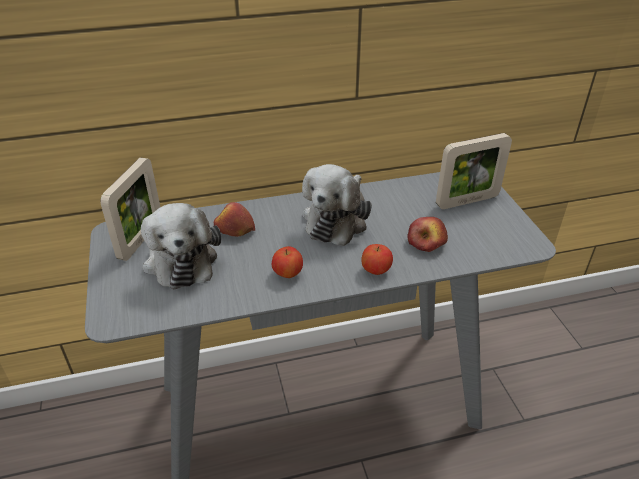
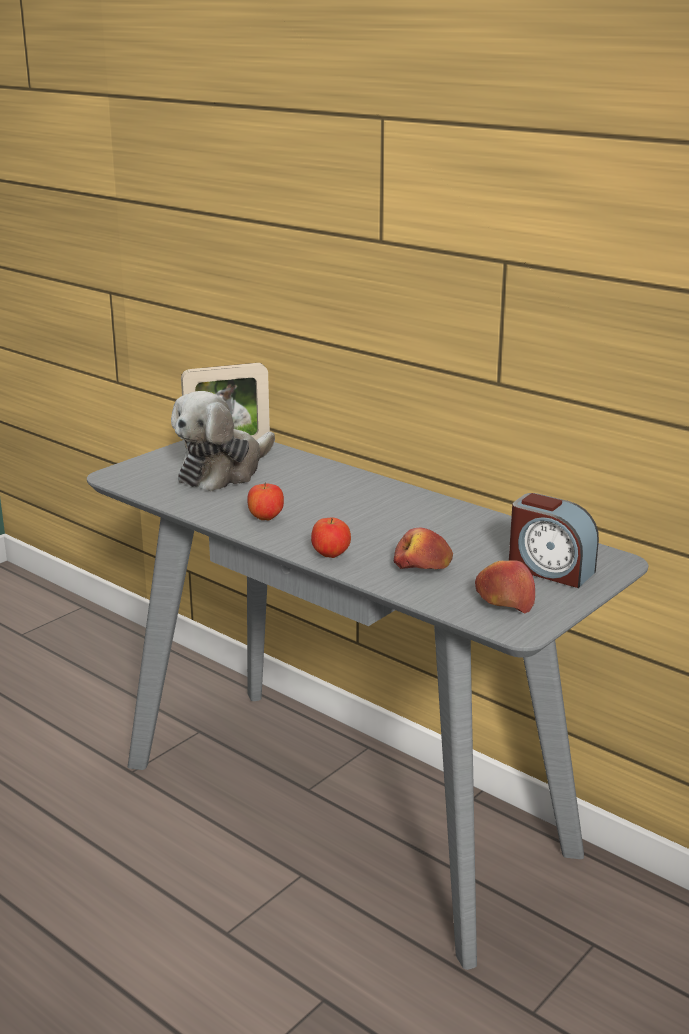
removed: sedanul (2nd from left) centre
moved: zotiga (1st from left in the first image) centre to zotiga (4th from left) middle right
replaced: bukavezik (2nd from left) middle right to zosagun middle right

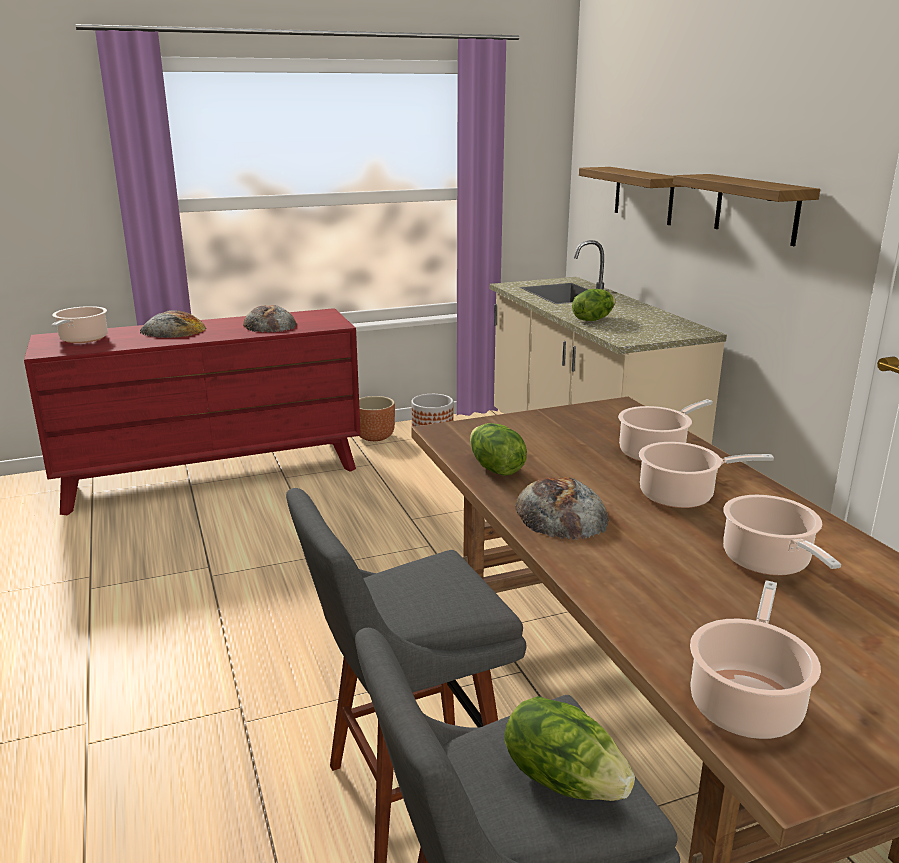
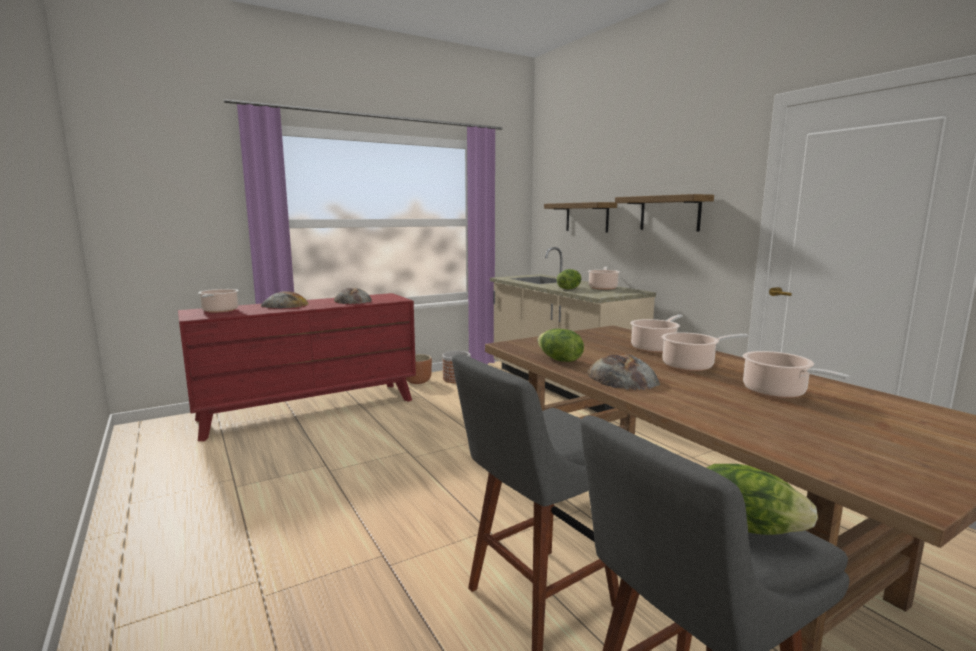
moved: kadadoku (4th from left in the first image) bottom right to kadadoku (2nd from left) centre

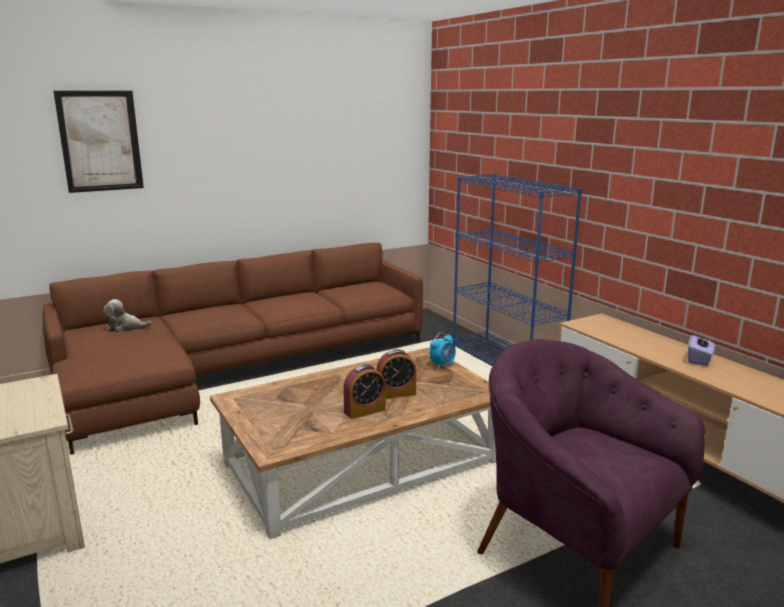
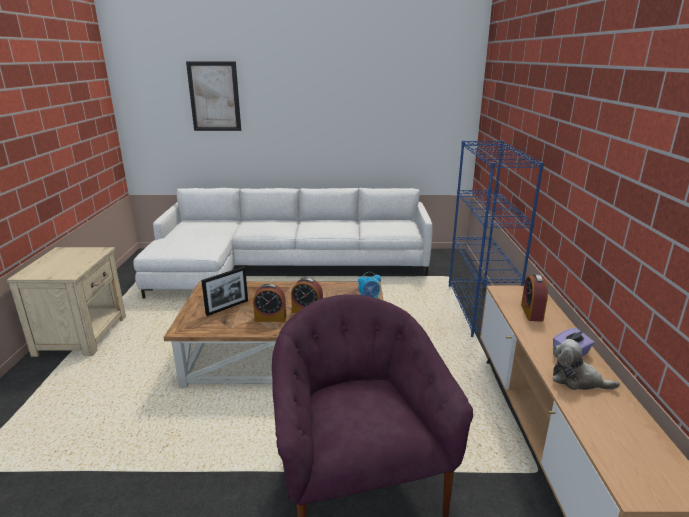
added: bukavezik middle left; zosagun (4th from left) middle right
moved: sedanul middle left to bottom right
recoloured: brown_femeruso middle left to white_femeruso centre

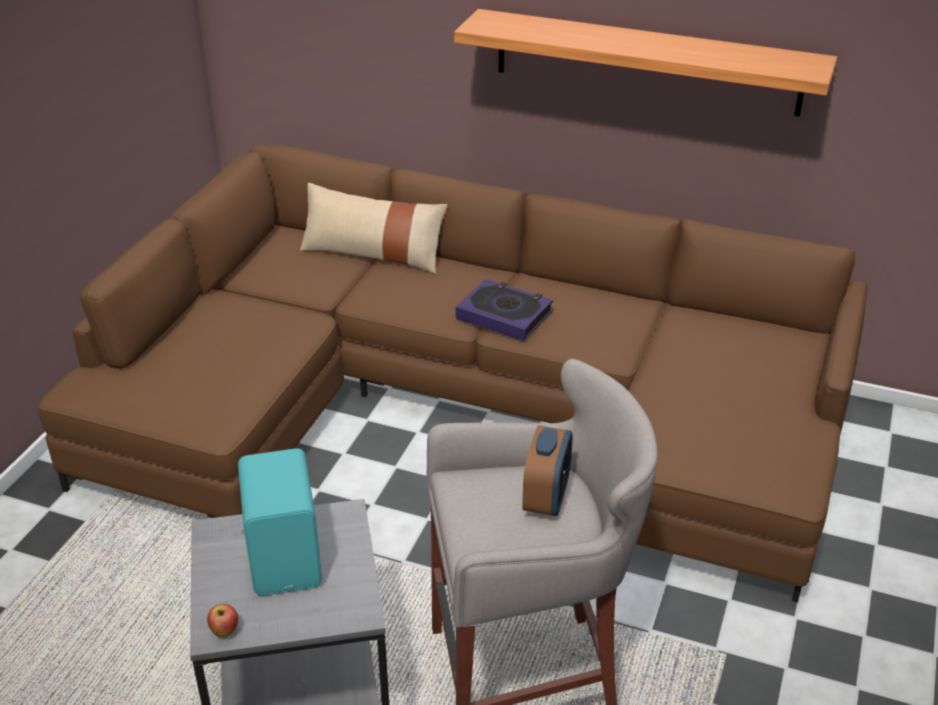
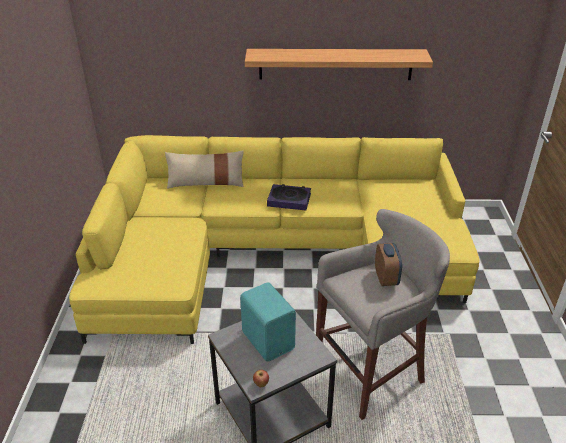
recoloured: brown_femeruso centre to yellow_femeruso centre

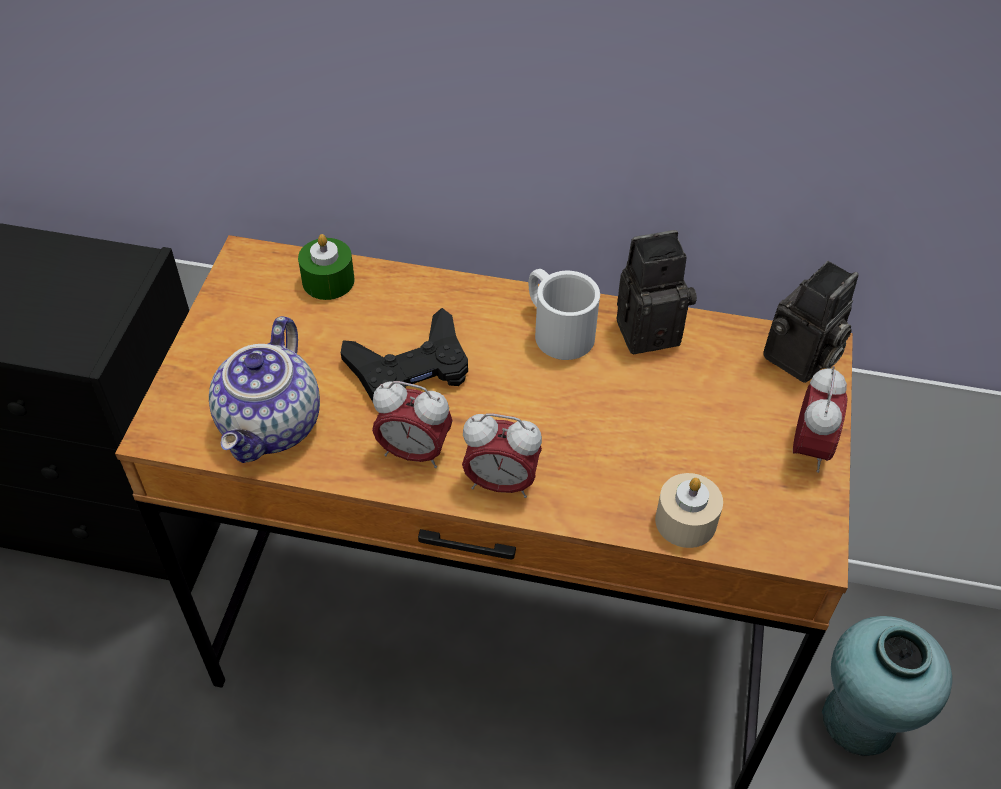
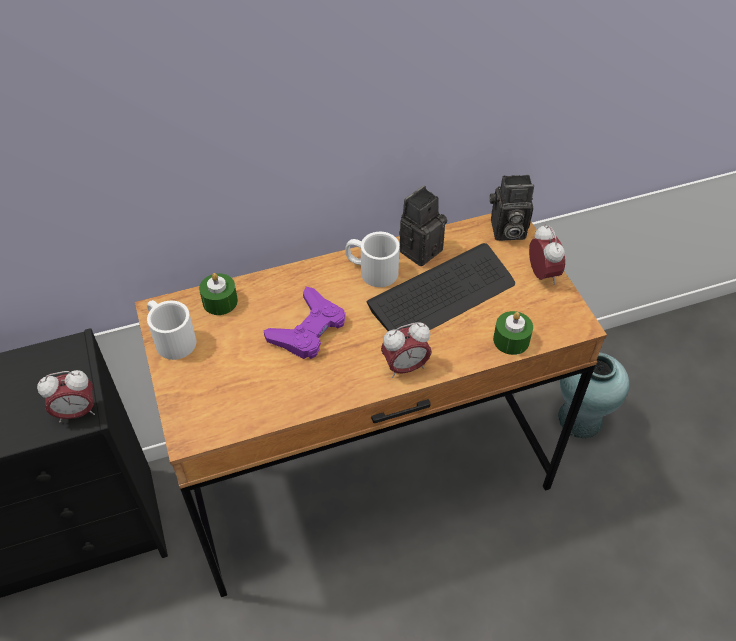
removed: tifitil middle left
added: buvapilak centre; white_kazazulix (1st from left) middle left
moved: zosagun (1st from left) centre to middle left
recoloured: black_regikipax centre to purple_regikipax centre; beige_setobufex middle right to green_setobufex (2nd from left) middle right
turned: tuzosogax (2nd from left) middle right = top right 75 degrees clockwise

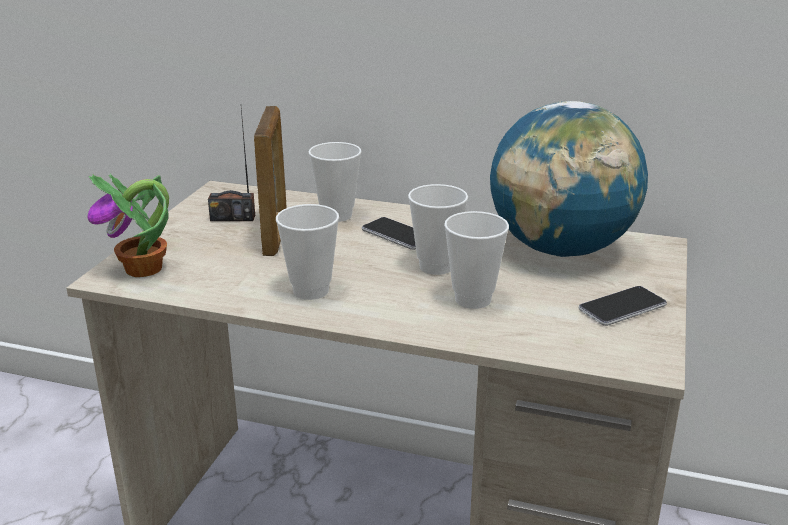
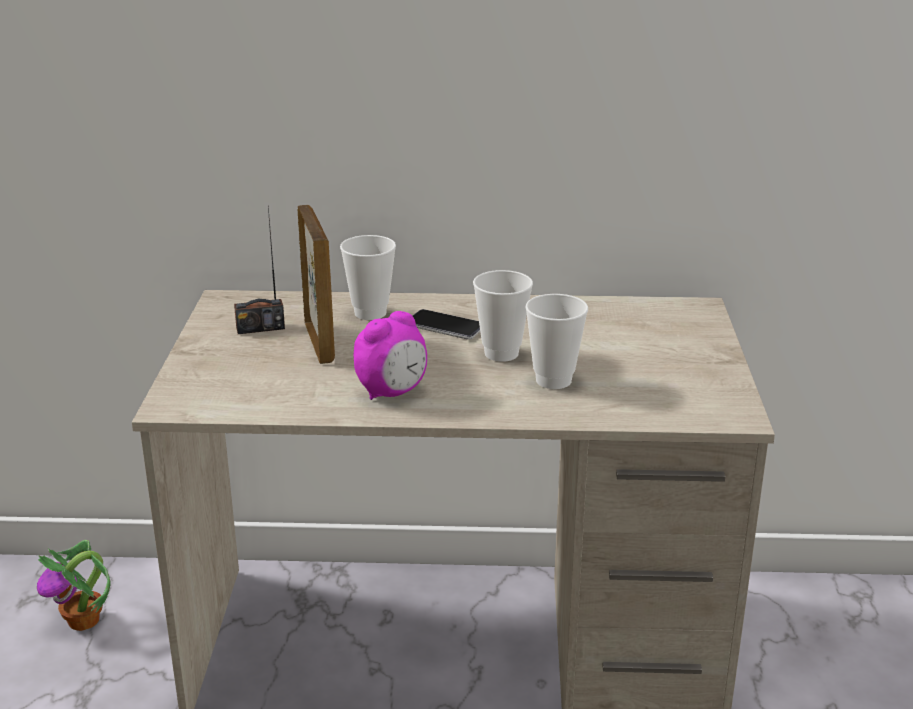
removed: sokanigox middle right; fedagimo (2nd from left) middle right
moved: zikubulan middle left to bottom left
replaced: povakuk (1st from left) centre to zosagun centre

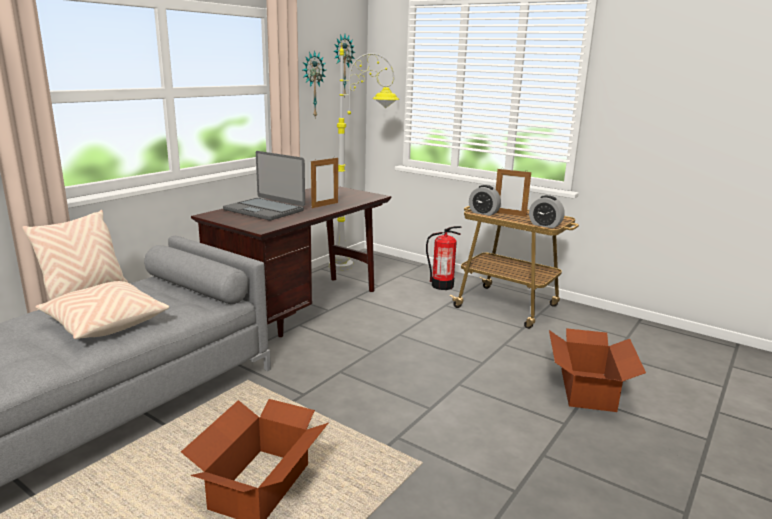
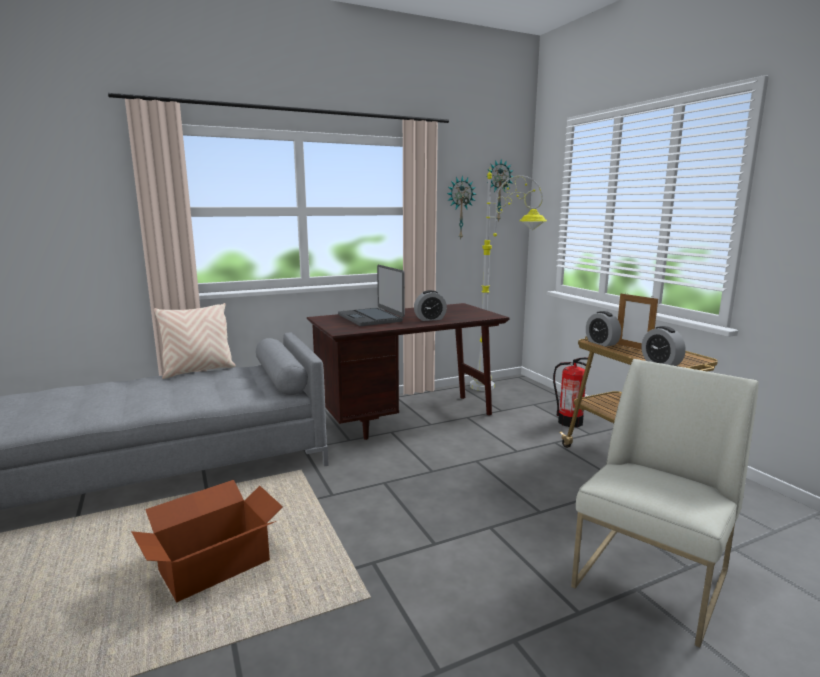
removed: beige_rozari (2nd from left) middle left
replaced: bukavezik (1st from left) centre to zosagun (1st from left) centre; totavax (2nd from left) bottom right to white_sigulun bottom right

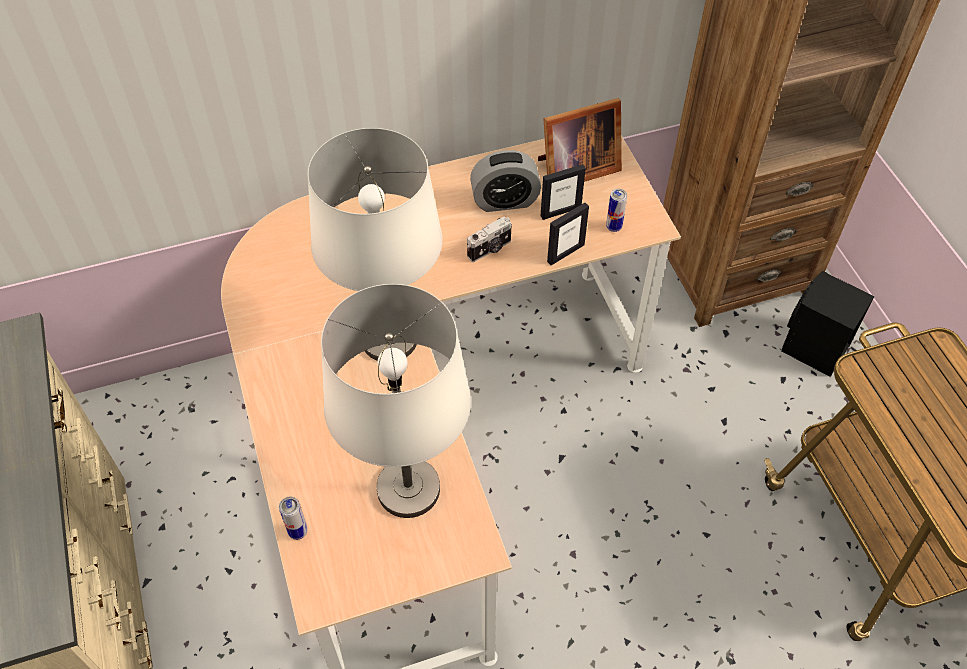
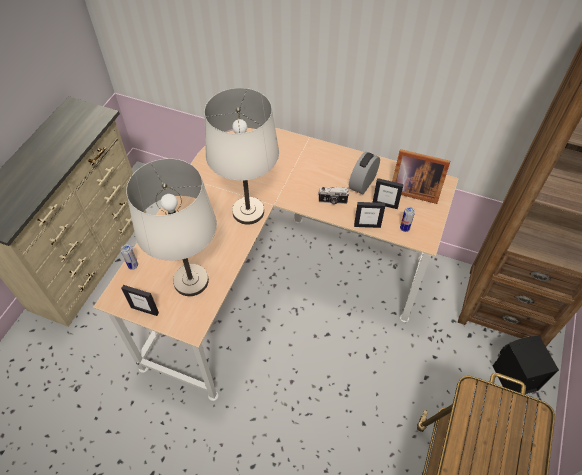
added: bukavezik (1st from left) middle left
turned: zosagun top centre = centre 90 degrees clockwise

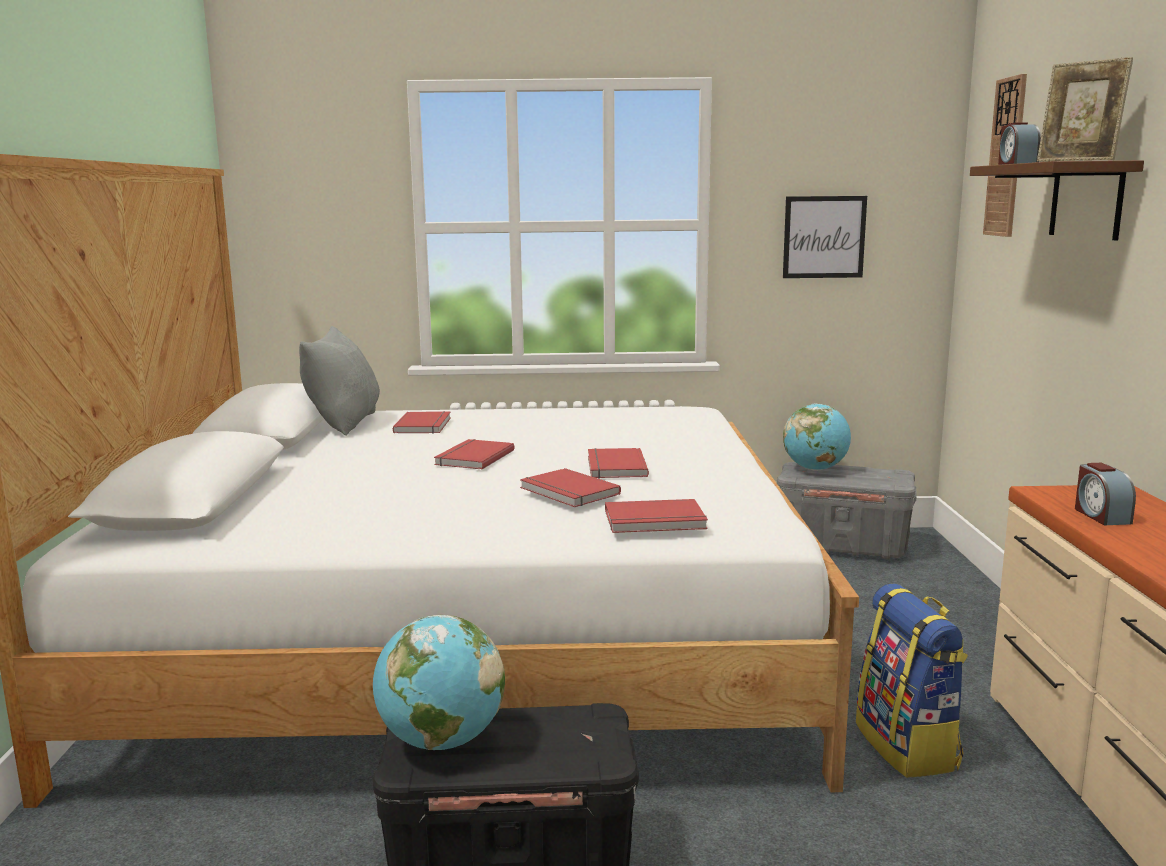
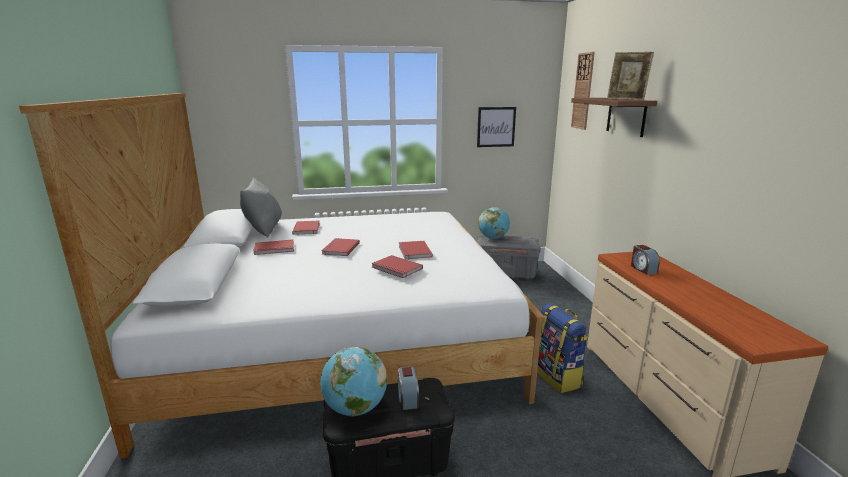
moved: zosagun (1st from left) top right to bottom centre; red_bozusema (5th from left in the first image) centre to red_bozusema (1st from left) middle left

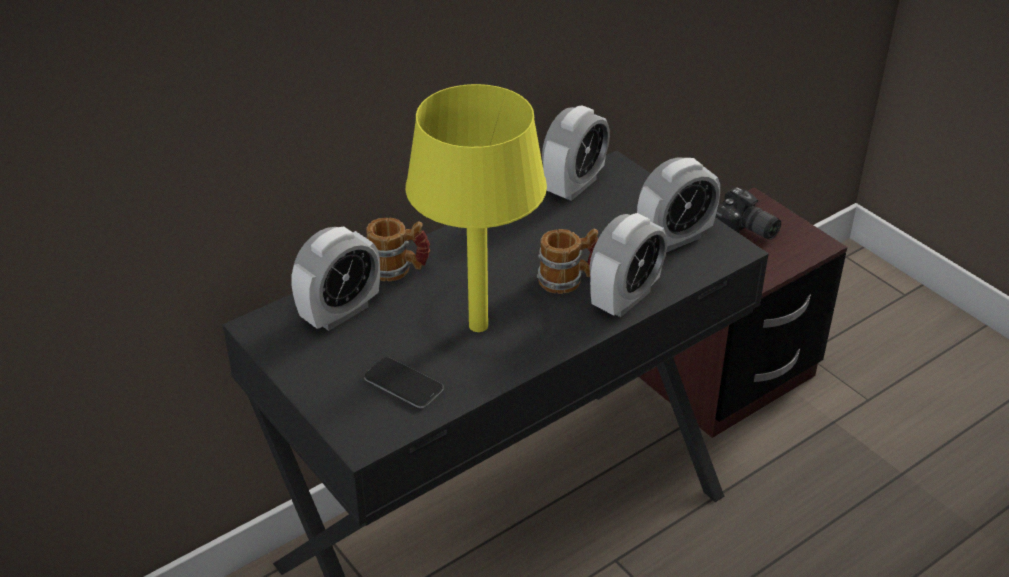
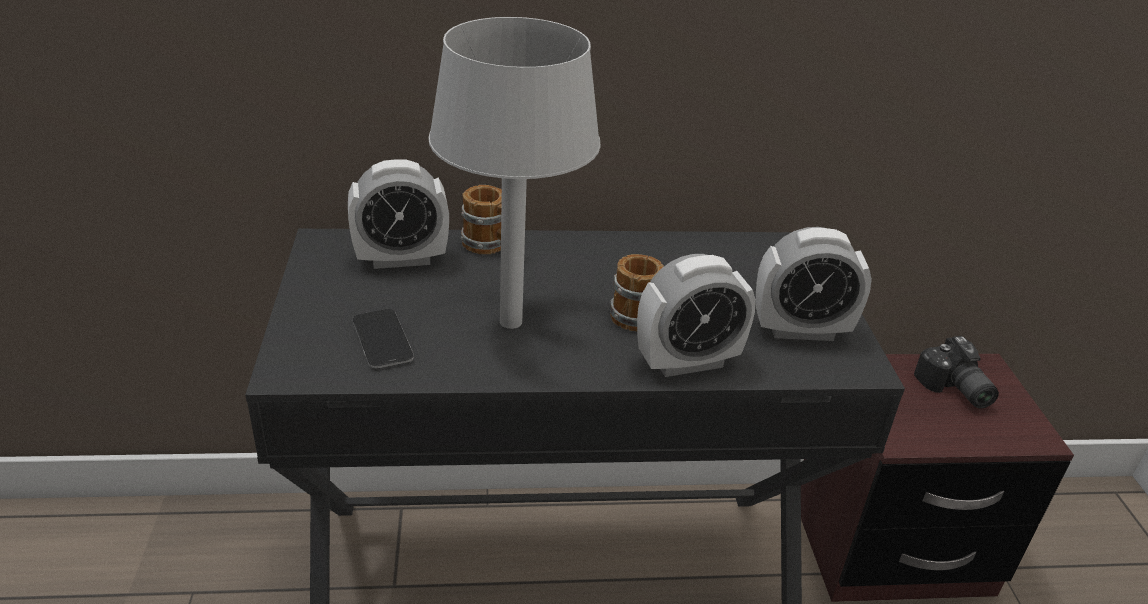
removed: zosagun (2nd from left) top centre
recoloured: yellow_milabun centre to grey_milabun top centre

